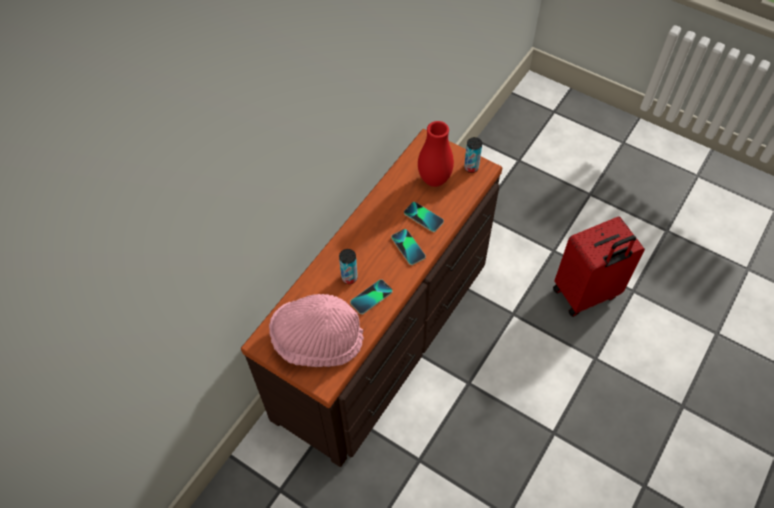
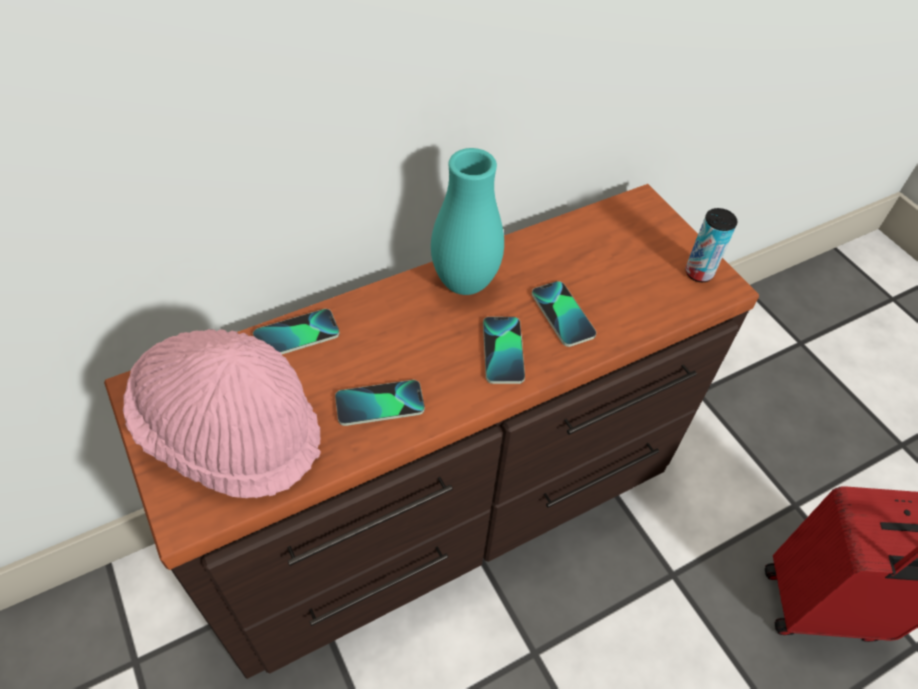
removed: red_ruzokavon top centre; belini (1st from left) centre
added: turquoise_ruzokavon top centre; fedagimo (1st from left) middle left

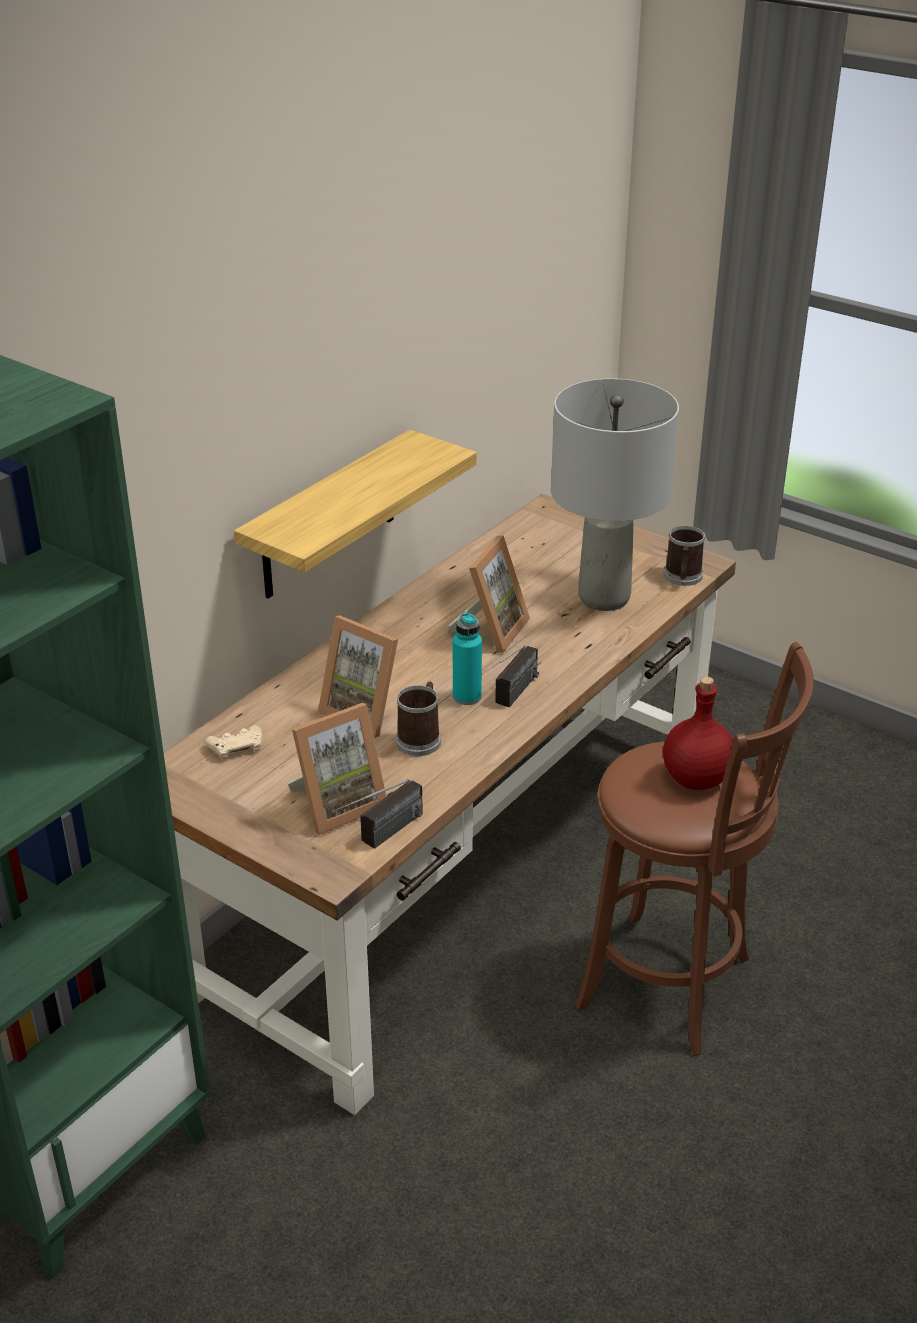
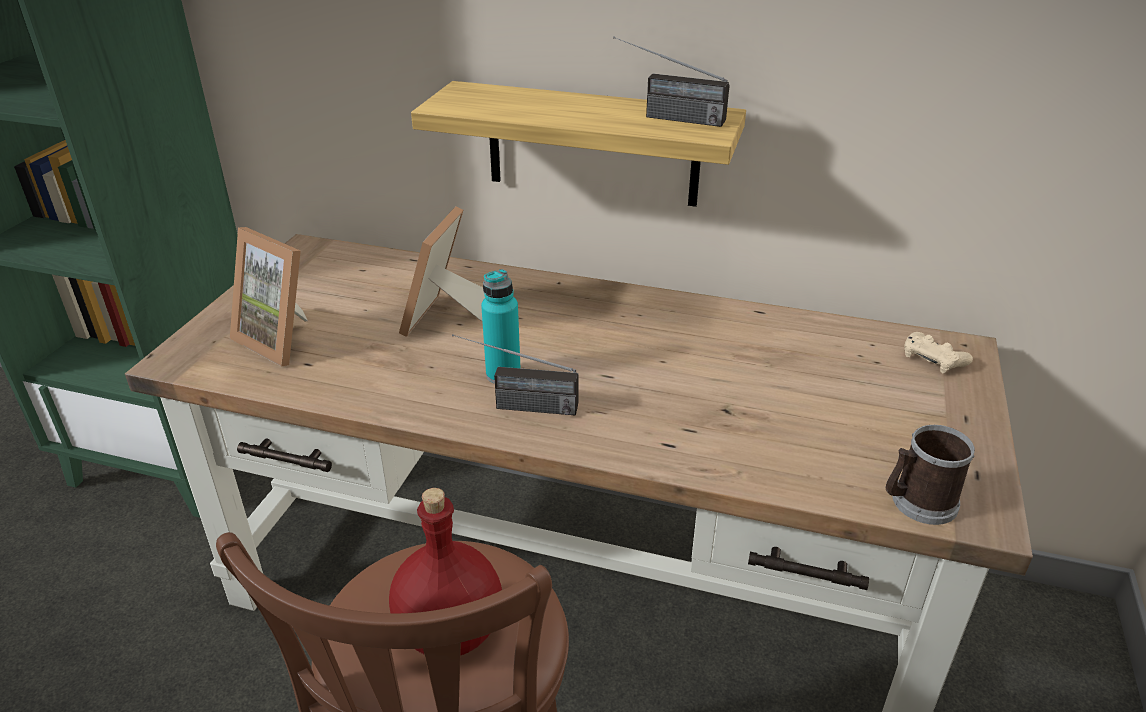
removed: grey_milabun middle right; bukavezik (3rd from left) centre; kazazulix (1st from left) centre
moved: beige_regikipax middle left to middle right; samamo (1st from left in the first image) centre to samamo (2nd from left) top centre

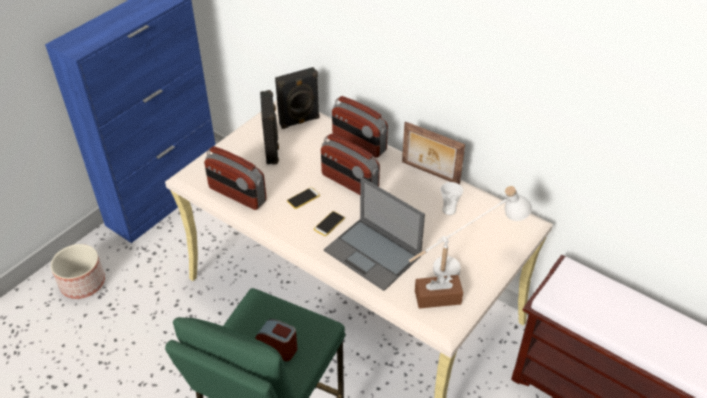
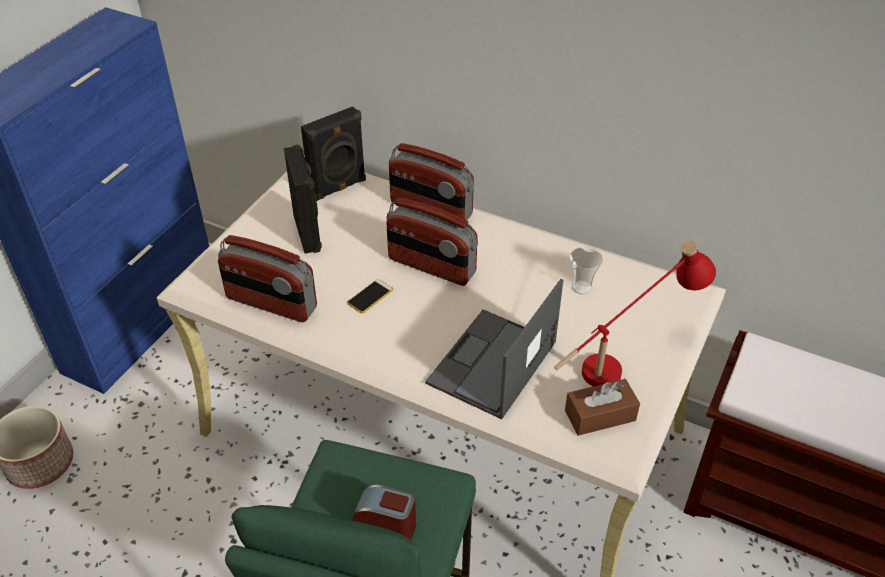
removed: bukavezik centre; fedagimo (2nd from left) centre
recoloured: white_milabun centre to red_milabun middle right
turned: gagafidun centre = centre 90 degrees clockwise

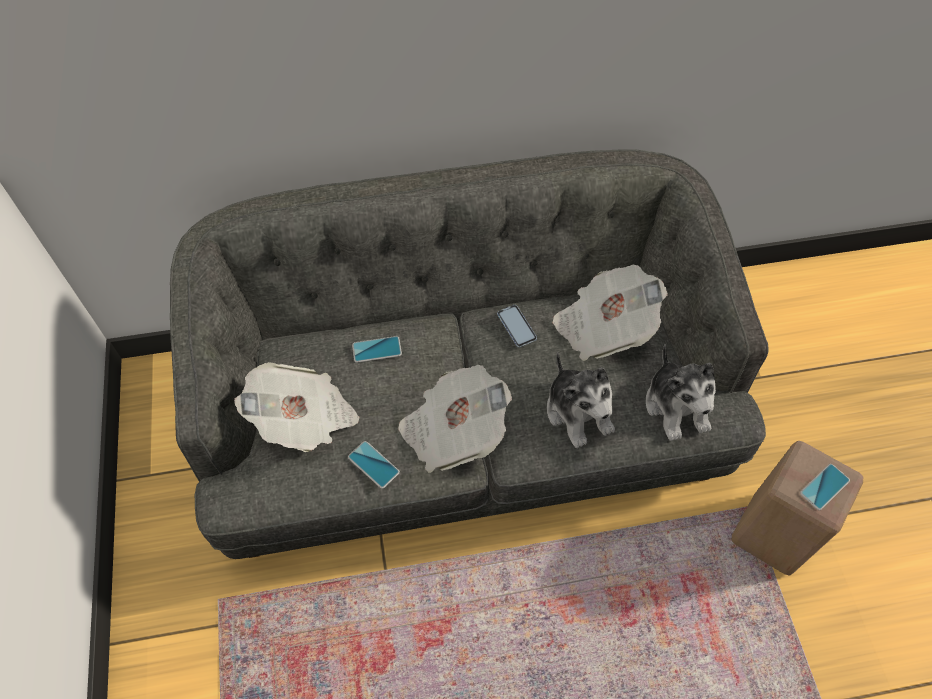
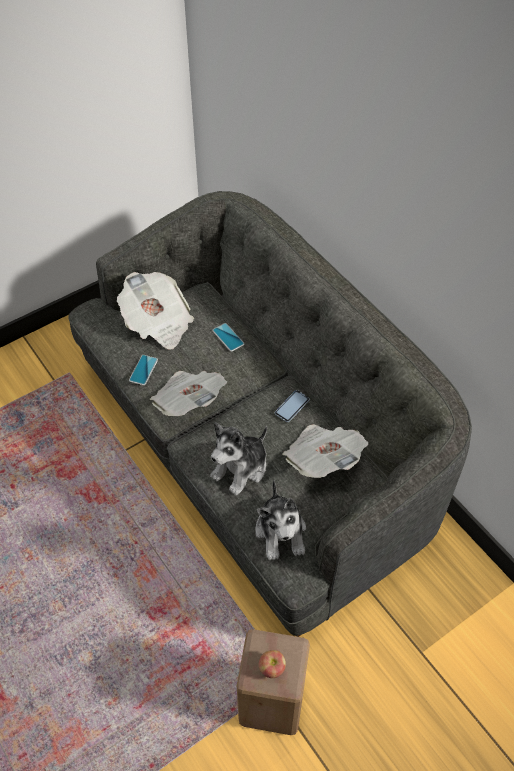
replaced: fedagimo (4th from left) bottom right to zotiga bottom centre
turned: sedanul (2nd from left) middle right = bottom centre 60 degrees counterclockwise

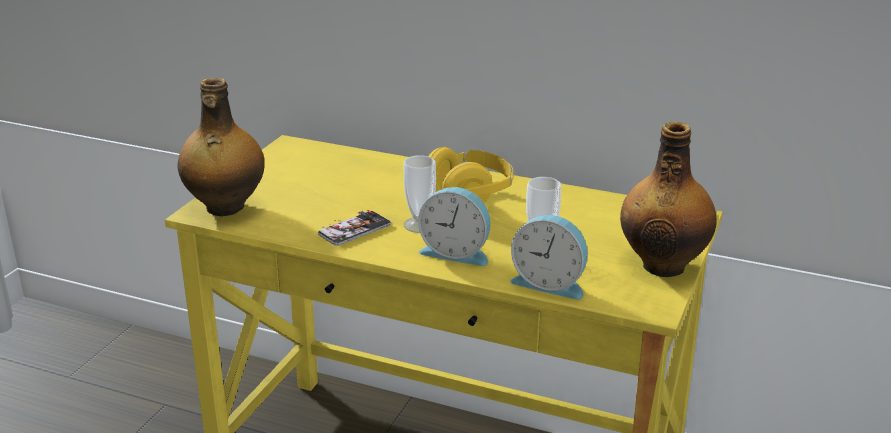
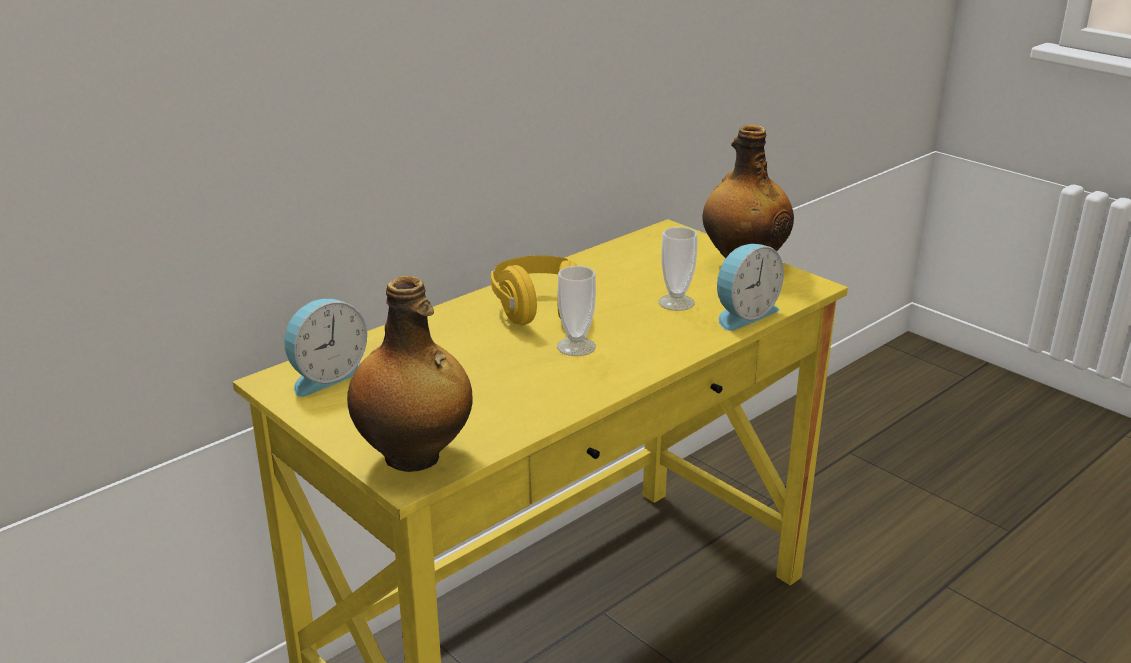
removed: fedagimo centre
moved: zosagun (1st from left) centre to middle left

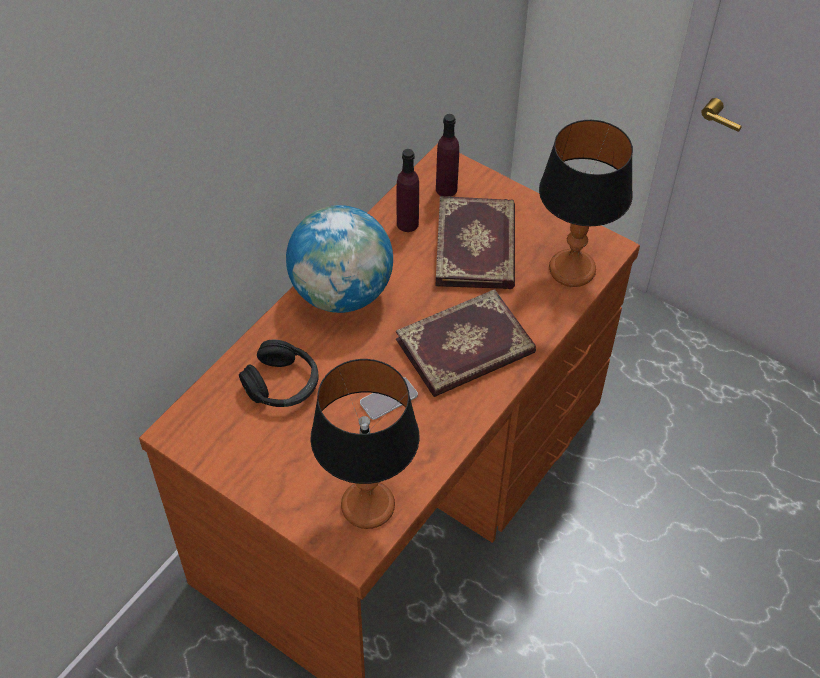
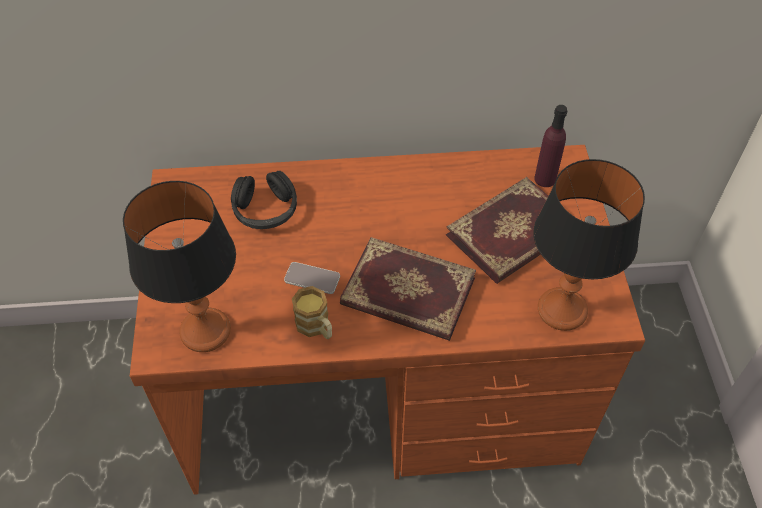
removed: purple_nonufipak (1st from left) top centre; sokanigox centre
added: kazazulix centre

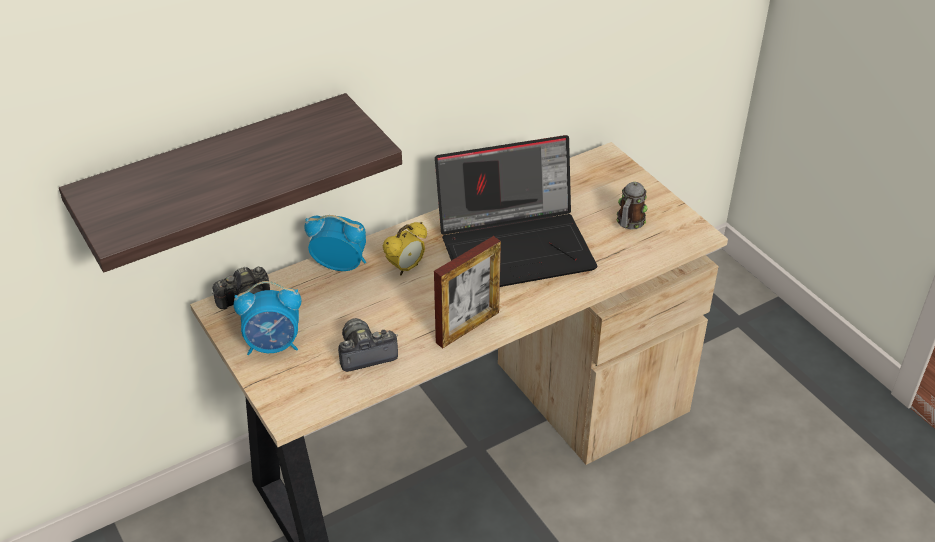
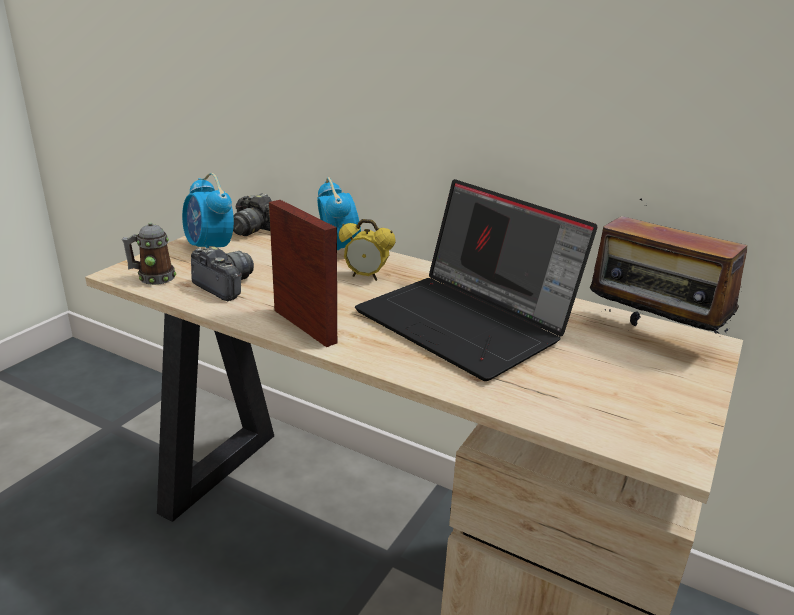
removed: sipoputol middle left
added: samamo middle right
moved: kazazulix middle right to middle left
turned: bukavezik centre = centre 150 degrees counterclockwise

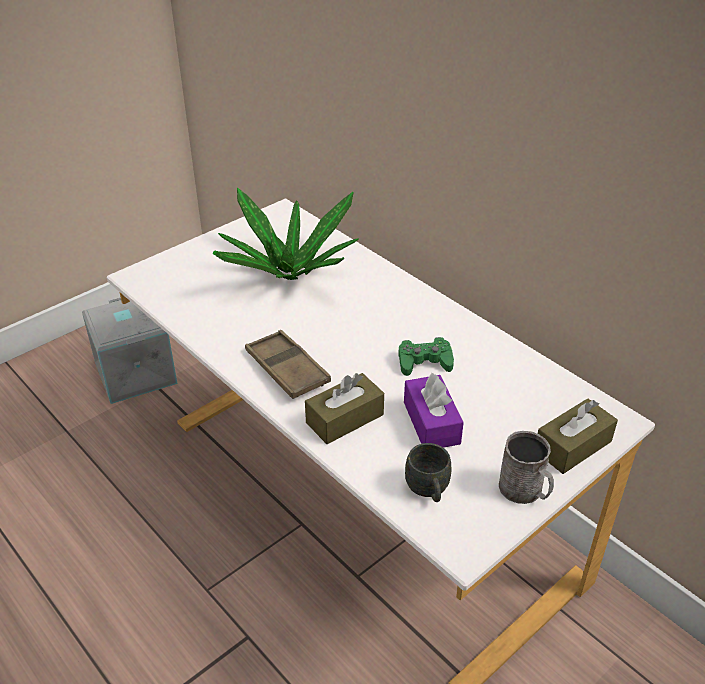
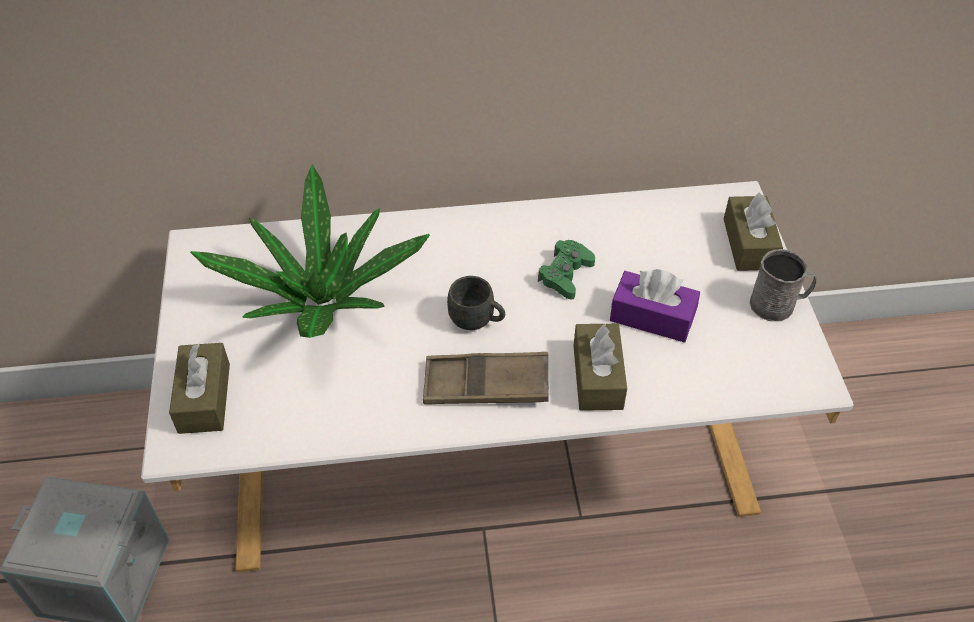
added: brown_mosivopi (1st from left) middle left
moved: grey_kazazulix (1st from left) bottom centre to centre

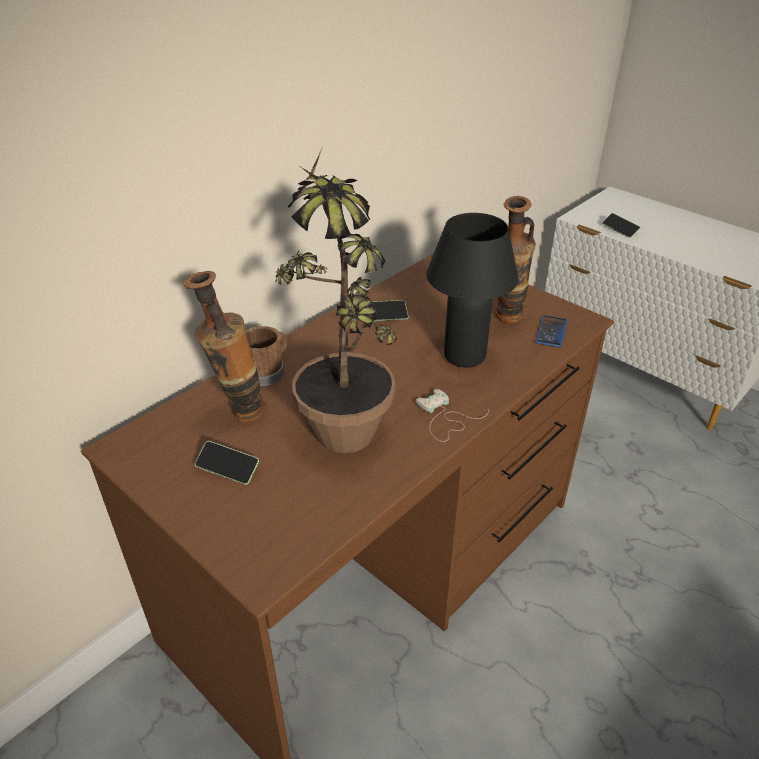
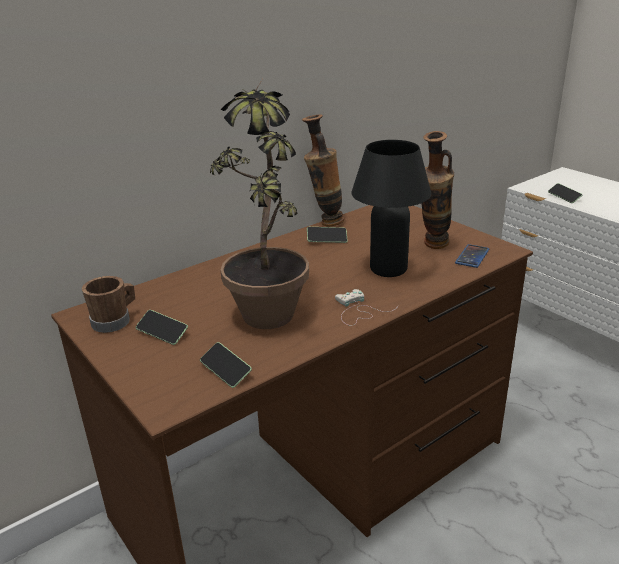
added: fedagimo (2nd from left) centre
moved: ruzokavon (1st from left) middle left to top centre; brown_kazazulix centre to middle left

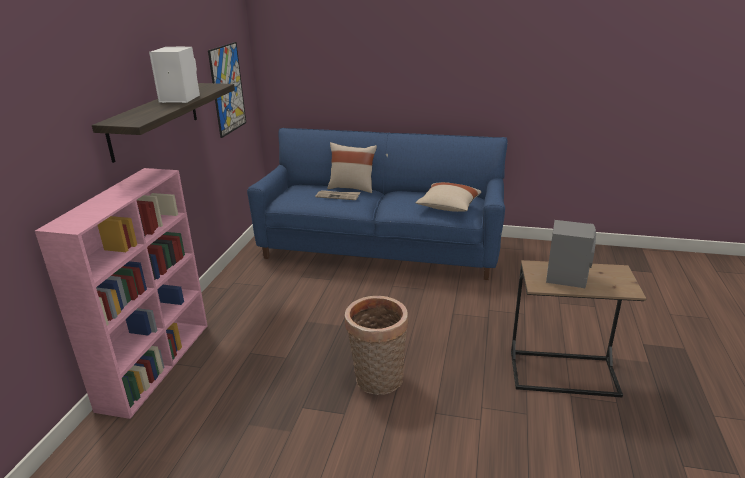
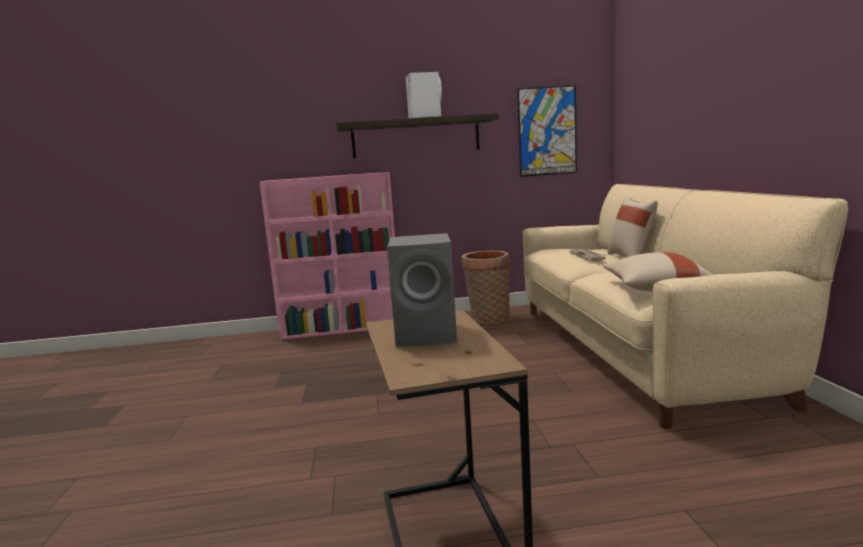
moved: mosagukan bottom centre to centre
recoloured: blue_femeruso centre to beige_femeruso middle right

